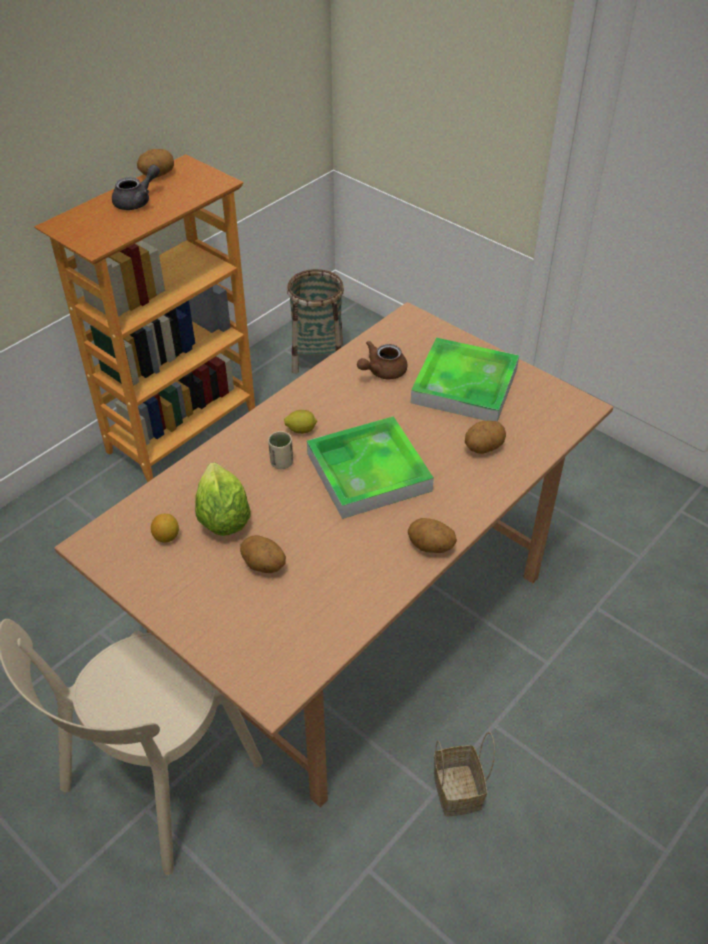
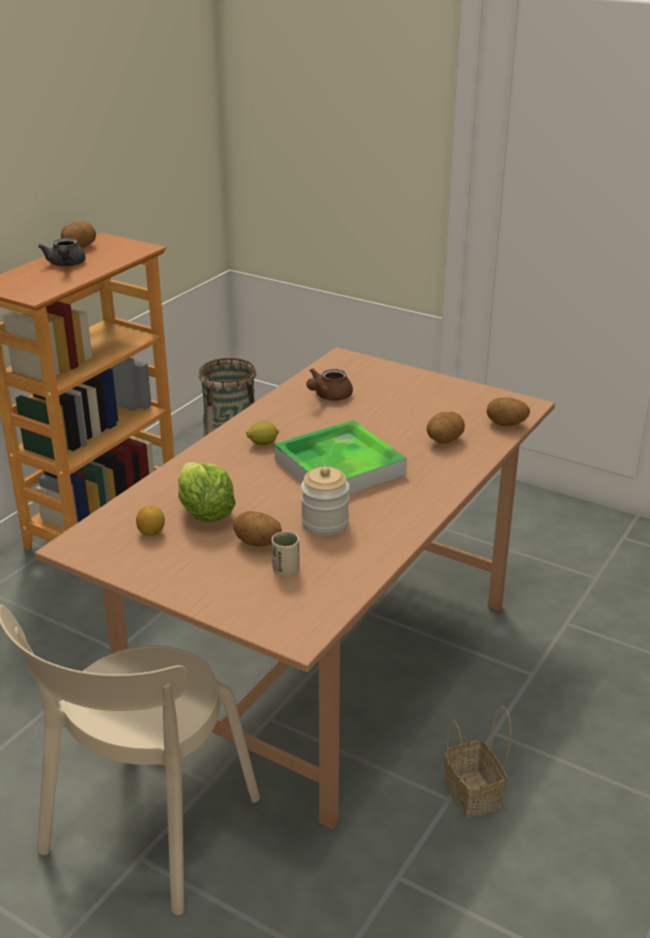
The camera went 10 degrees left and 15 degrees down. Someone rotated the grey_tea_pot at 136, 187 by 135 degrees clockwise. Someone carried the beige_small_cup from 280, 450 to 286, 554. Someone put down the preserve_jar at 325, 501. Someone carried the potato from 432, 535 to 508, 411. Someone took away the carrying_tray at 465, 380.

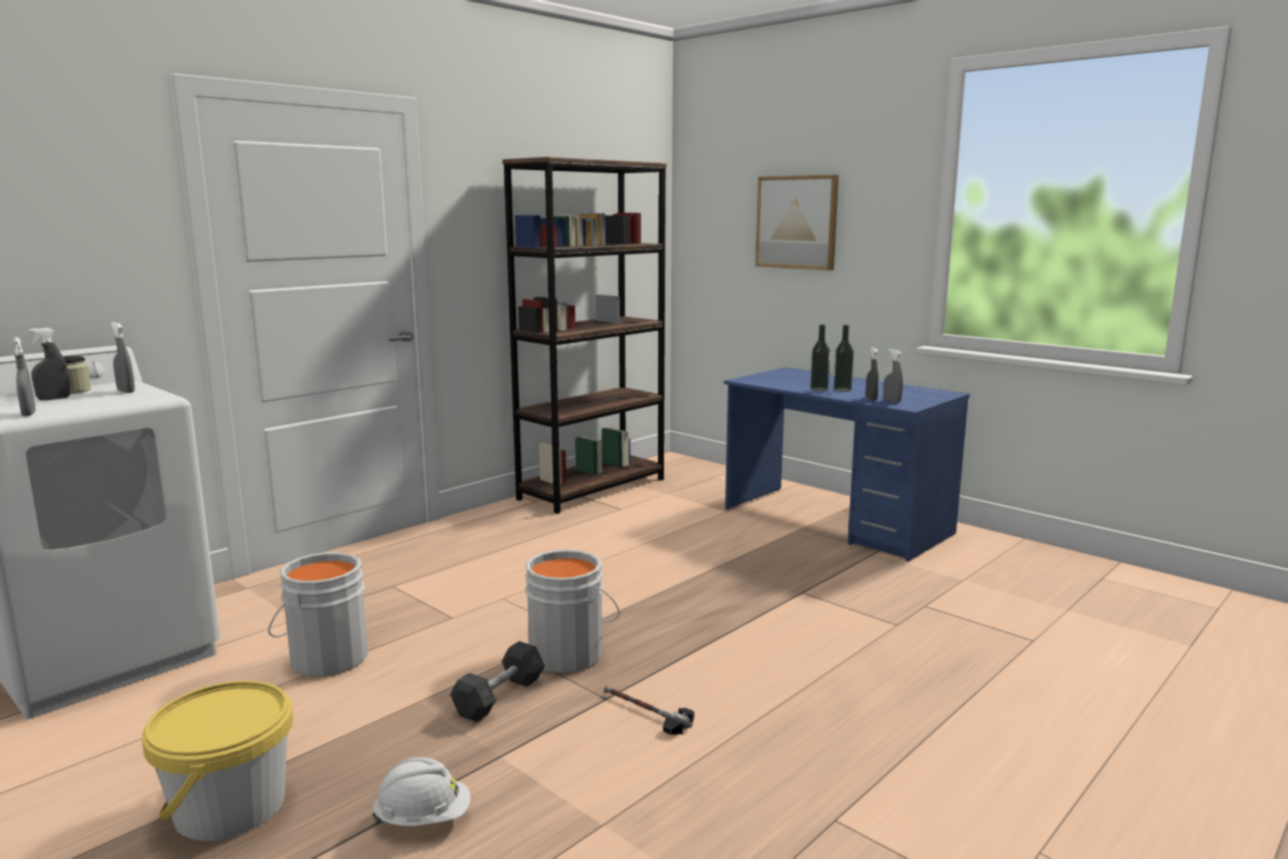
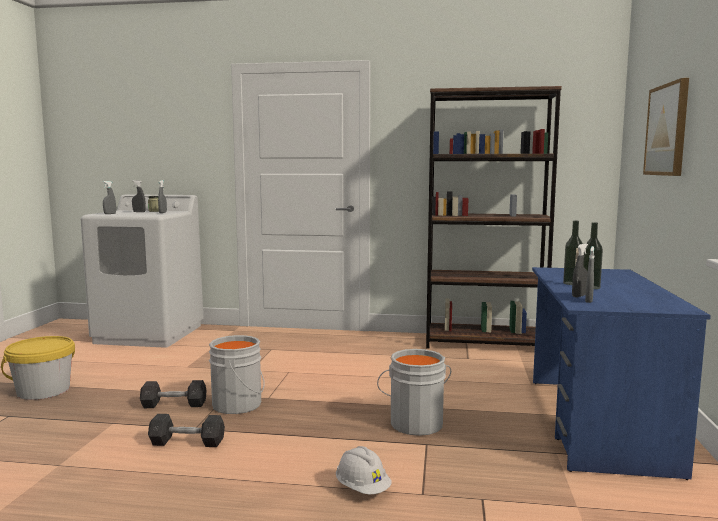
The camera went 55 degrees right and 5 degrees down. Someone swapped the hand_hammer at 649, 710 for the grey_dumbbell at 186, 430. Someone carried the whitish_hard_hat from 421, 791 to 364, 470. Someone carried the grey_water_bucket from 318, 614 to 414, 392.

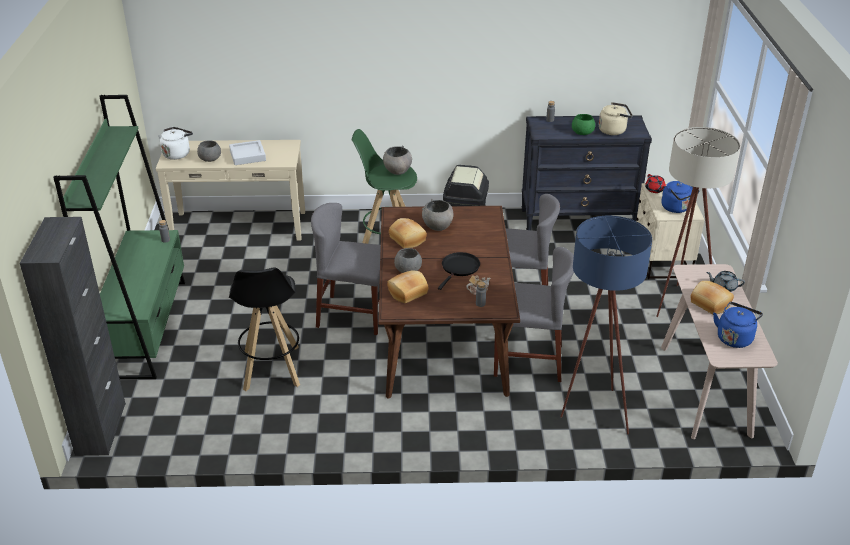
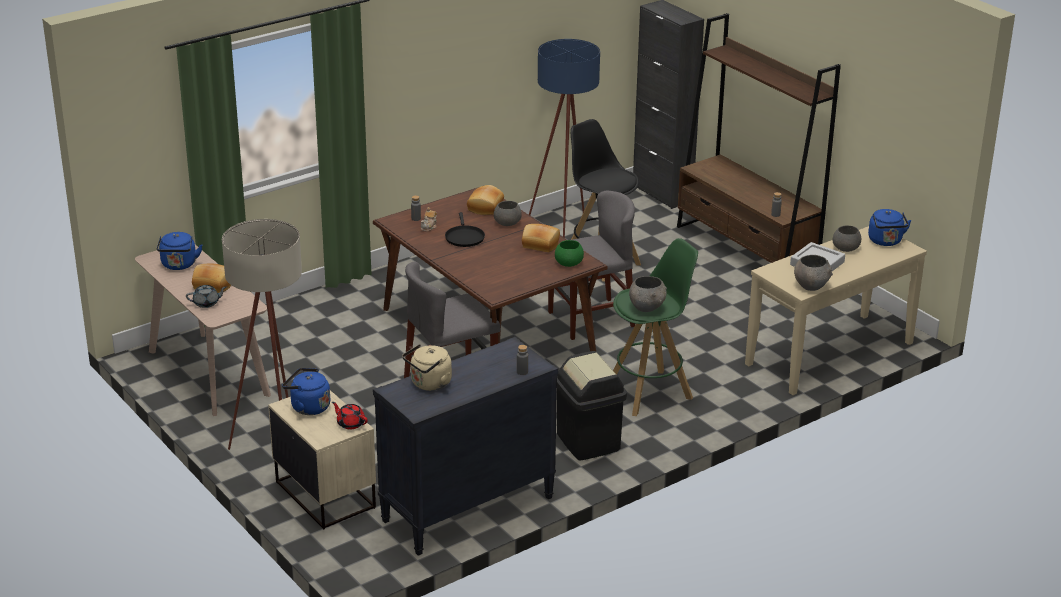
The camera went 145 degrees right and 5 degrees down. Someone carried the bluish_standing_lamp from 606, 325 to 564, 138. Someone carried the green-coloured_bowl from 583, 124 to 569, 253. Someone repainted the green-coloured_bookcase at 119, 237, which became the brown-coloured_bookcase at 759, 138. Someone carried the grey_bowl from 437, 215 to 813, 273. Someone repainted the whitish_kettle at 175, 143, which became the bluish_kettle at 889, 227. Someone took away the grey_chair at 534, 314.

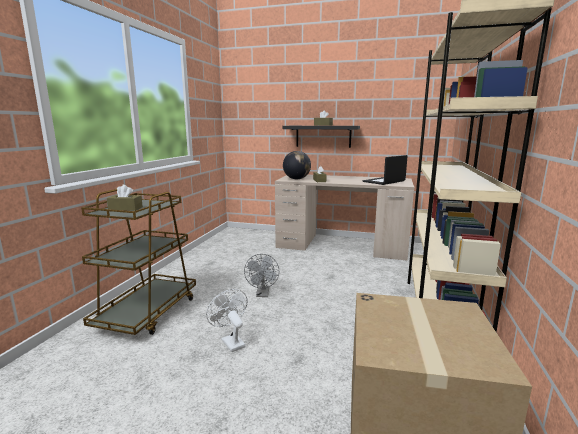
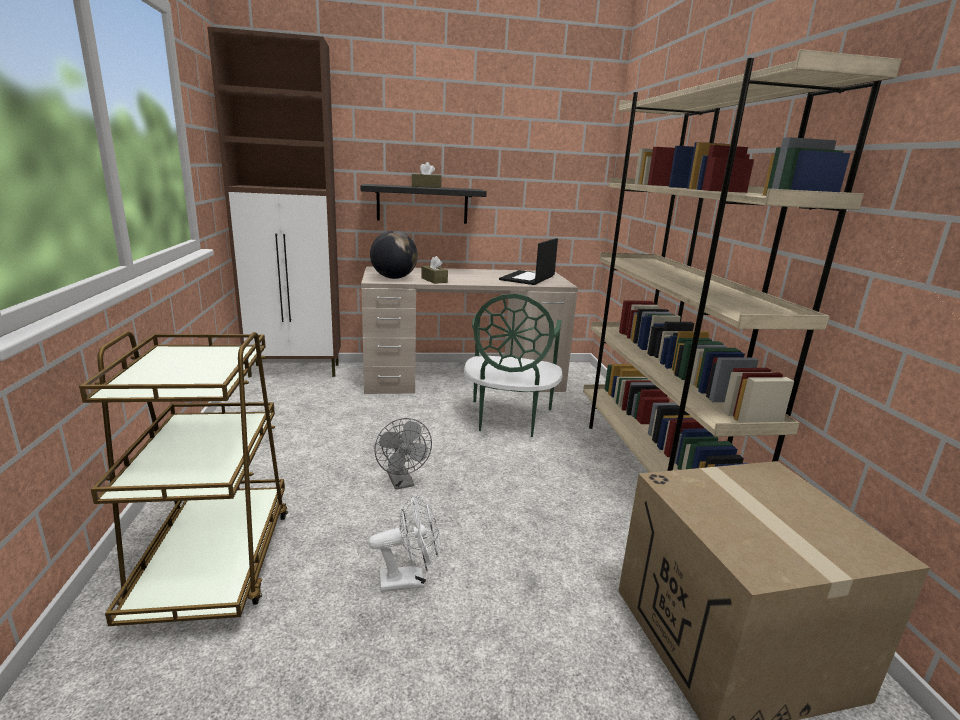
The camera went 25 degrees left and 5 degrees up. Someone put down the brown-coloured_storage_cabinet at 274, 202. Someone rotated the whitish_cooling_fan at 226, 320 by 135 degrees clockwise. Someone put down the green-coloured_chair at 513, 365. Someone took away the brown-coloured_tissue_holder at 125, 198.

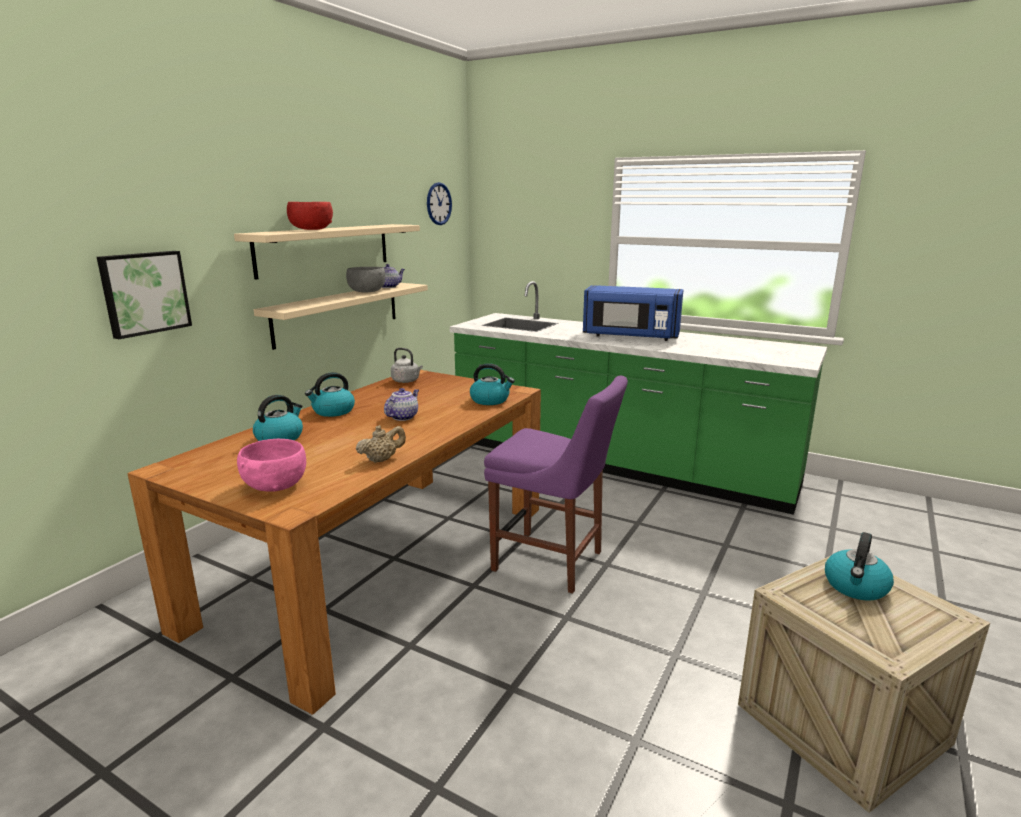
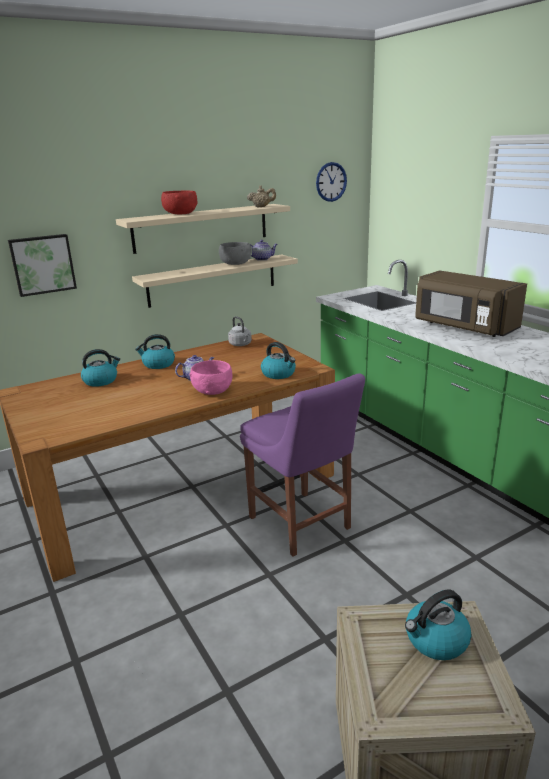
The camera went 30 degrees right and 5 degrees up. Someone carried the pinkish_bowl from 271, 465 to 211, 377. Someone carried the beige_tea_pot from 381, 444 to 261, 196. Someone repainted the bluish_microwave_oven at 633, 313, which became the brown-coloured_microwave_oven at 471, 303.

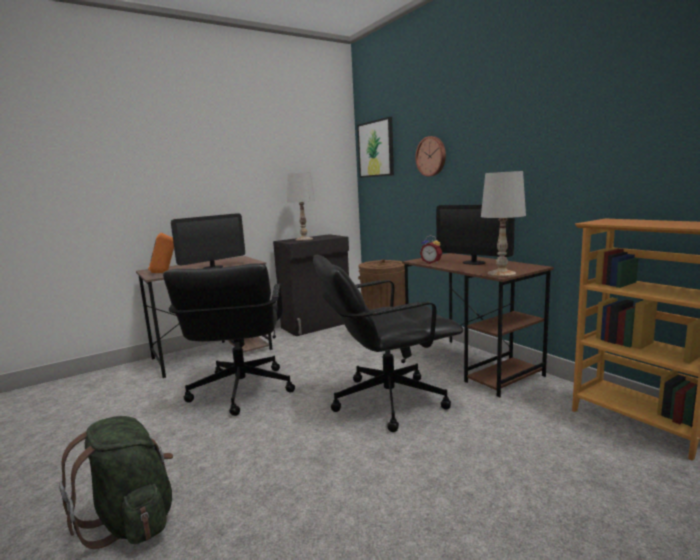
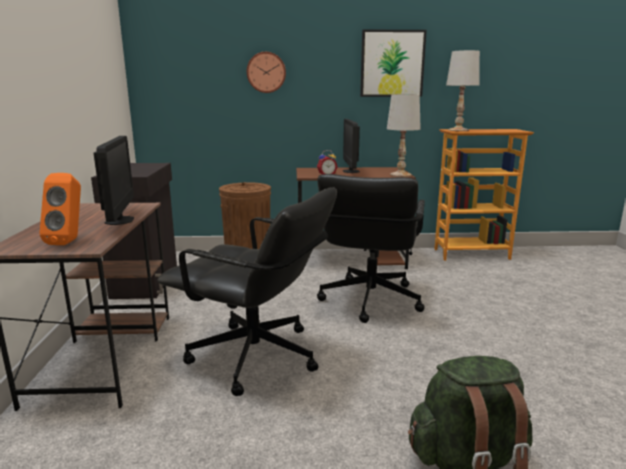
The camera went 60 degrees left and 5 degrees up. Someone rotated the computer_screen at 475, 235 by 105 degrees clockwise. Someone carried the wall_art from 375, 147 to 393, 63. Someone carried the whitish_lamp_for_a_table from 301, 207 to 463, 90.

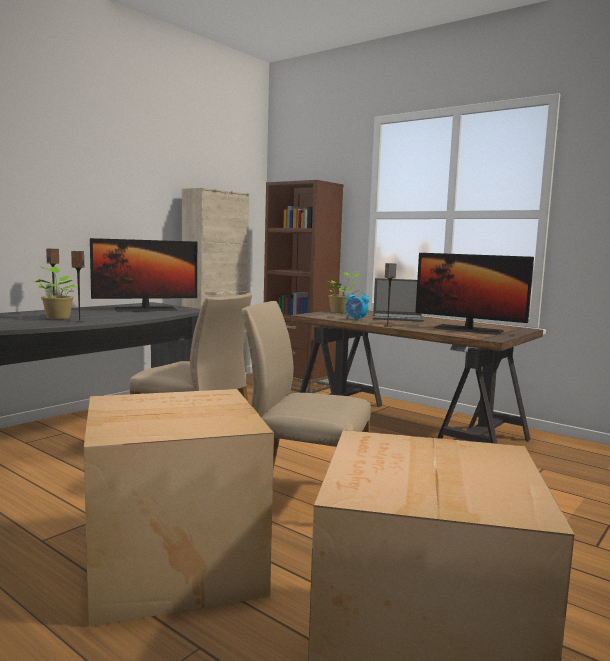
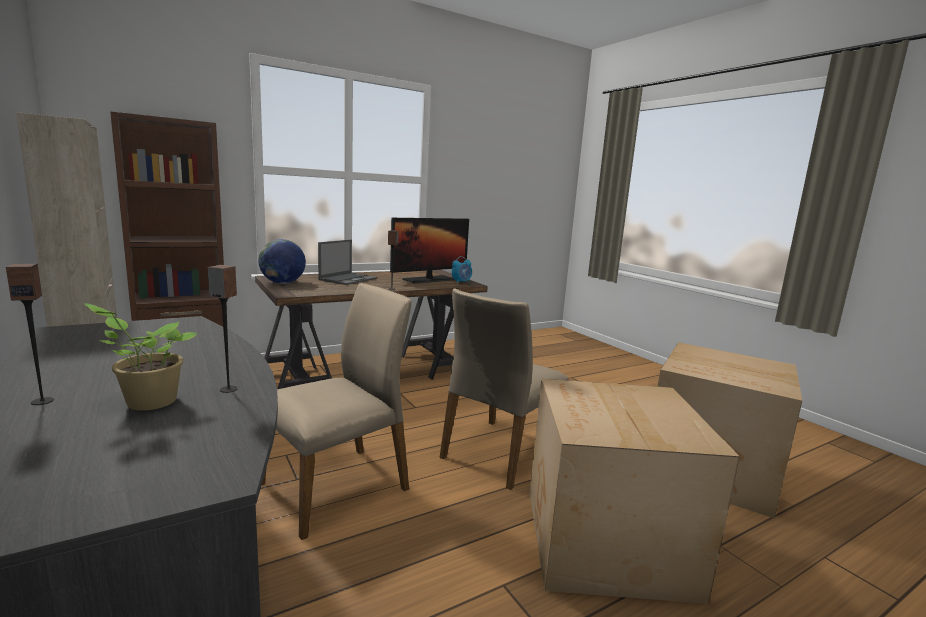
The camera went 70 degrees left and 5 degrees up. Someone swapped the potted_plant at 343, 292 for the world_globe at 282, 261. Someone carried the alarm_clock from 357, 305 to 462, 270. Someone took away the computer_screen at 143, 275.

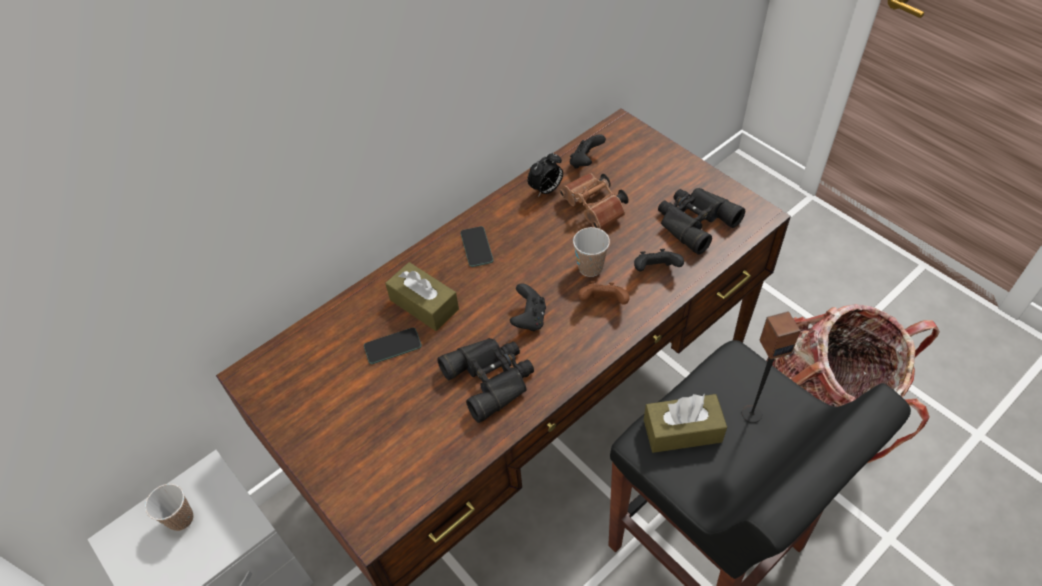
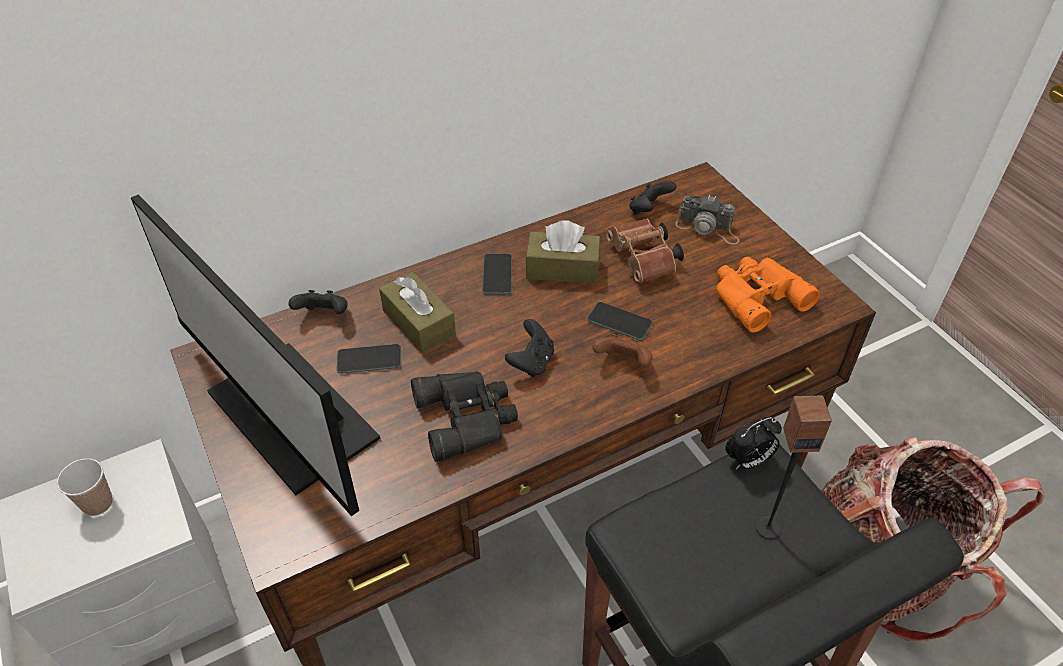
The camera went 10 degrees right and 5 degrees down. Someone put down the computer_screen at 255, 355. Someone carried the black_gamepad from 659, 260 to 318, 302. Someone carried the brown-coloured_tissue_holder from 685, 423 to 562, 252. Someone swapped the small_cup at 591, 252 for the telephone at 620, 321. Someone put down the photo_camera at 707, 220. Someone repainted the black_field_glasses at 701, 221, which became the orange_field_glasses at 767, 295. Someone carried the alarm_clock from 545, 174 to 753, 443.

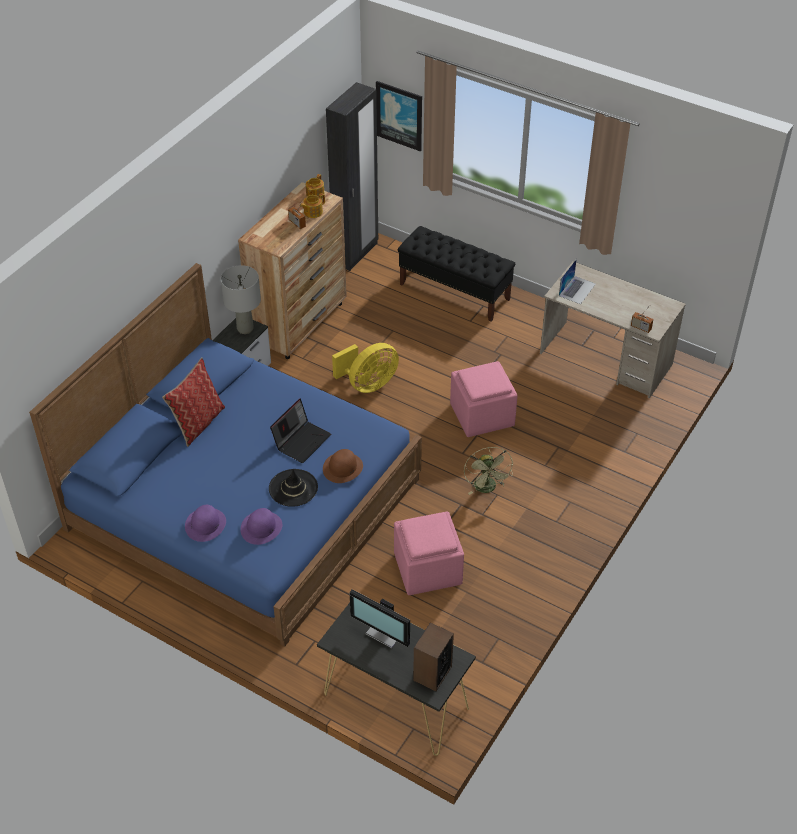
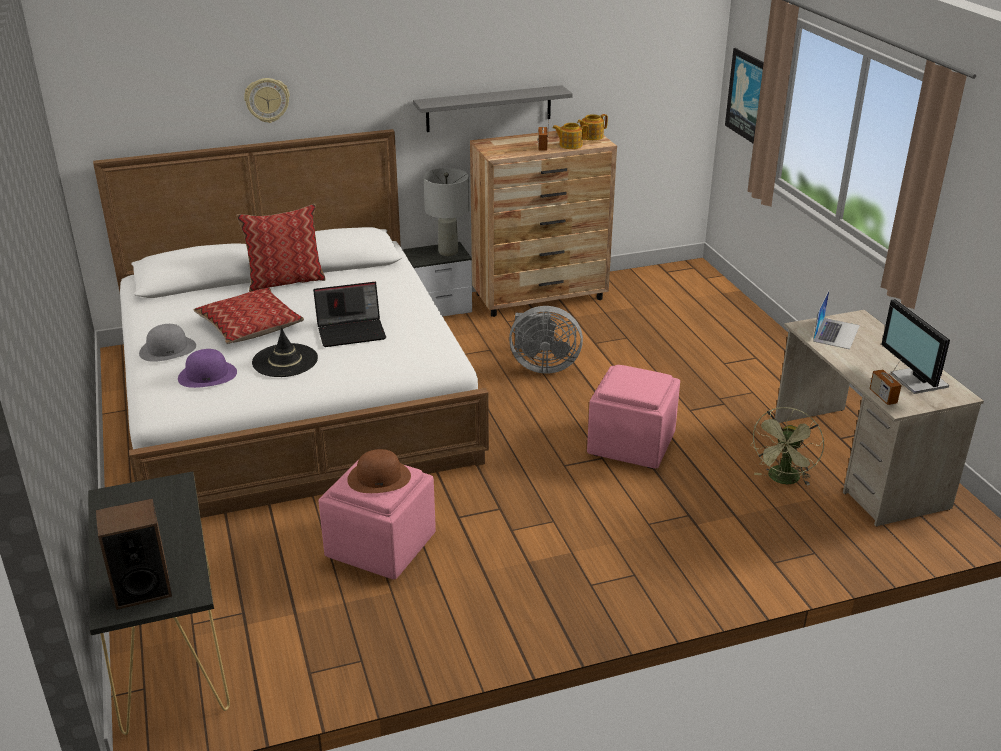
The camera went 40 degrees right and 15 degrees down. Someone repainted the bluish_bedroom_bed at 225, 455, which became the whitish_bedroom_bed at 291, 323. Someone repainted the purplish_hat at 205, 523, which became the grey_hat at 167, 343. Someone put down the pillow at 249, 315. Someone put up the wall_clock at 267, 100. Someone carried the brown-coloured_hat from 343, 466 to 379, 471. Someone put up the grey_bracket_shelf at 493, 108. Someone repainted the yellow-coloured_cooling_fan at 365, 368, which became the grey_cooling_fan at 546, 340. Someone carried the green-coloured_cooling_fan from 489, 471 to 787, 446. Someone rotated the laptop at 577, 281 by 45 degrees counterclockwise. Someone carried the computer_screen from 380, 618 to 915, 346. Someone took away the black_wardrobe at 352, 176. Someone took away the black_indoor_bench at 456, 274.

